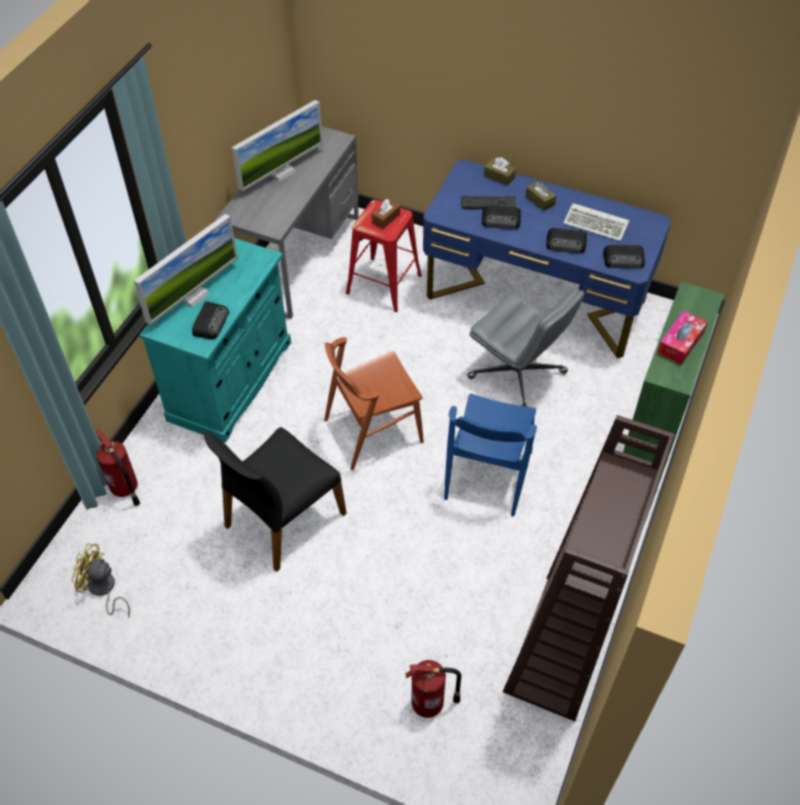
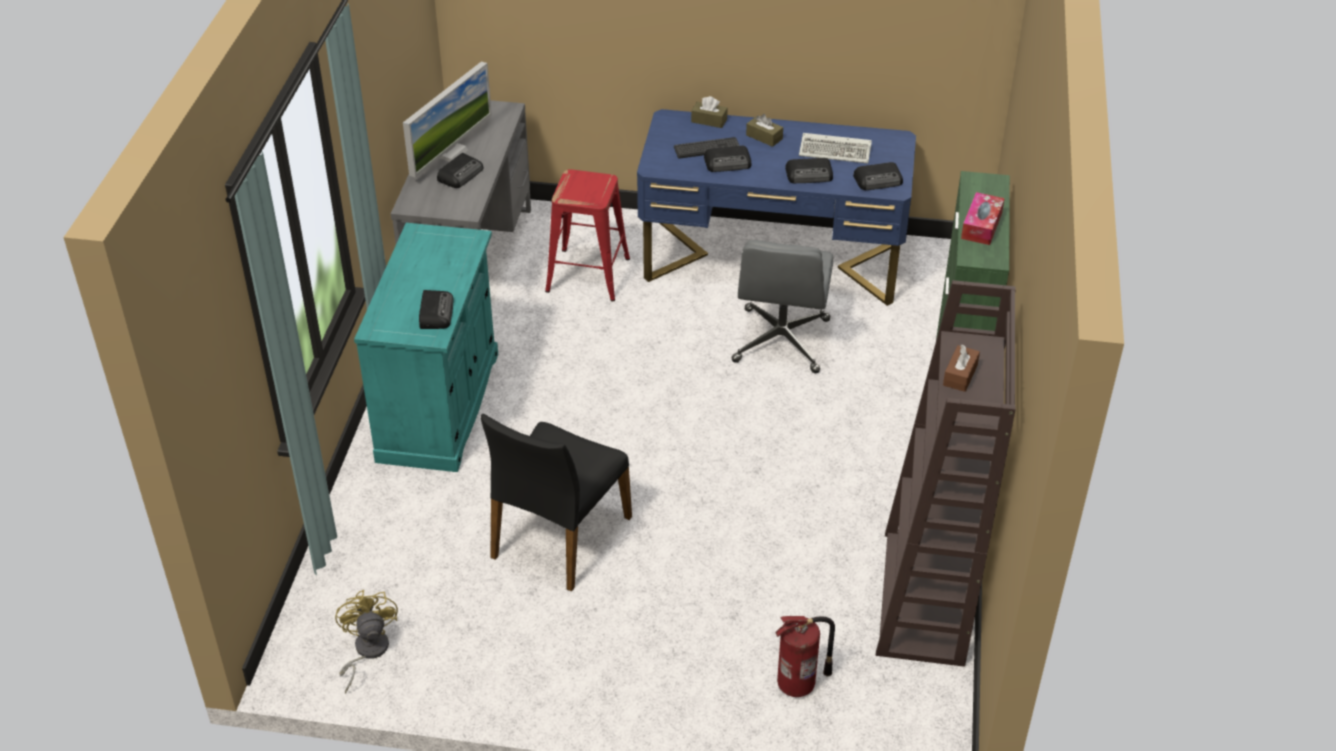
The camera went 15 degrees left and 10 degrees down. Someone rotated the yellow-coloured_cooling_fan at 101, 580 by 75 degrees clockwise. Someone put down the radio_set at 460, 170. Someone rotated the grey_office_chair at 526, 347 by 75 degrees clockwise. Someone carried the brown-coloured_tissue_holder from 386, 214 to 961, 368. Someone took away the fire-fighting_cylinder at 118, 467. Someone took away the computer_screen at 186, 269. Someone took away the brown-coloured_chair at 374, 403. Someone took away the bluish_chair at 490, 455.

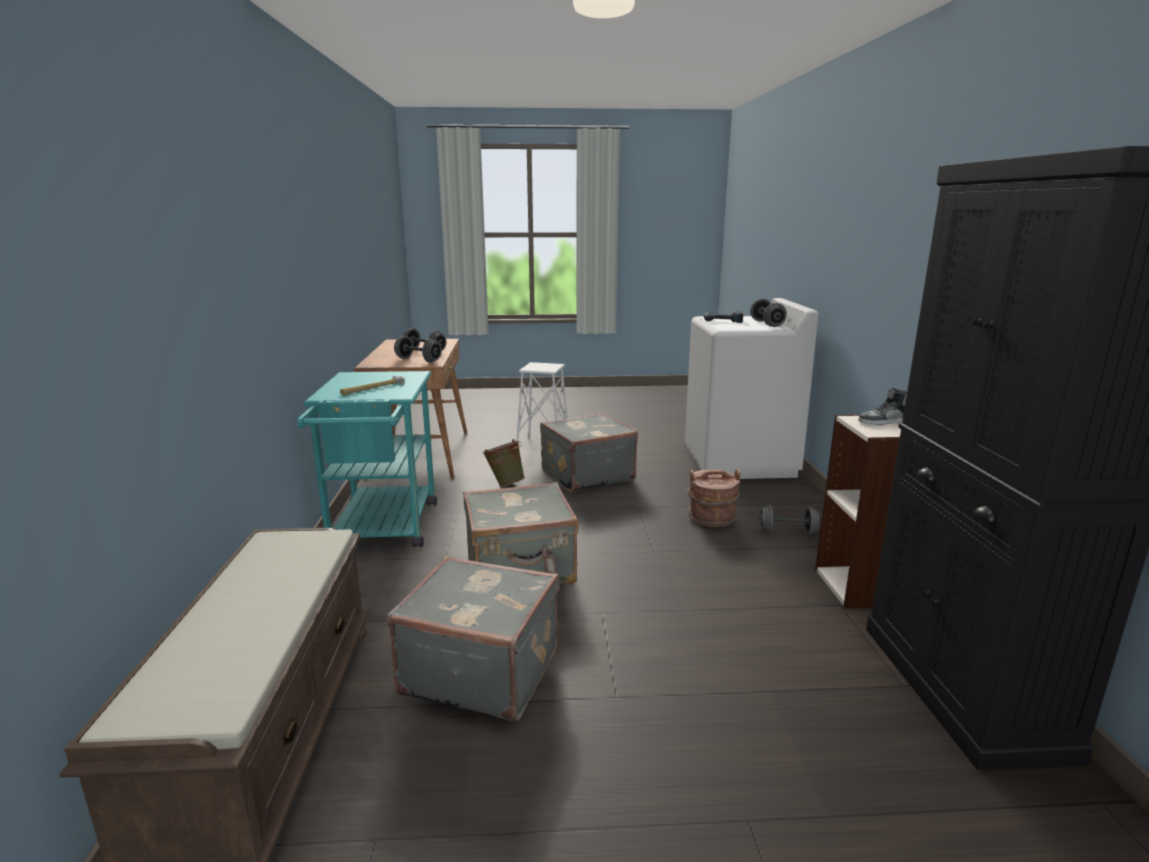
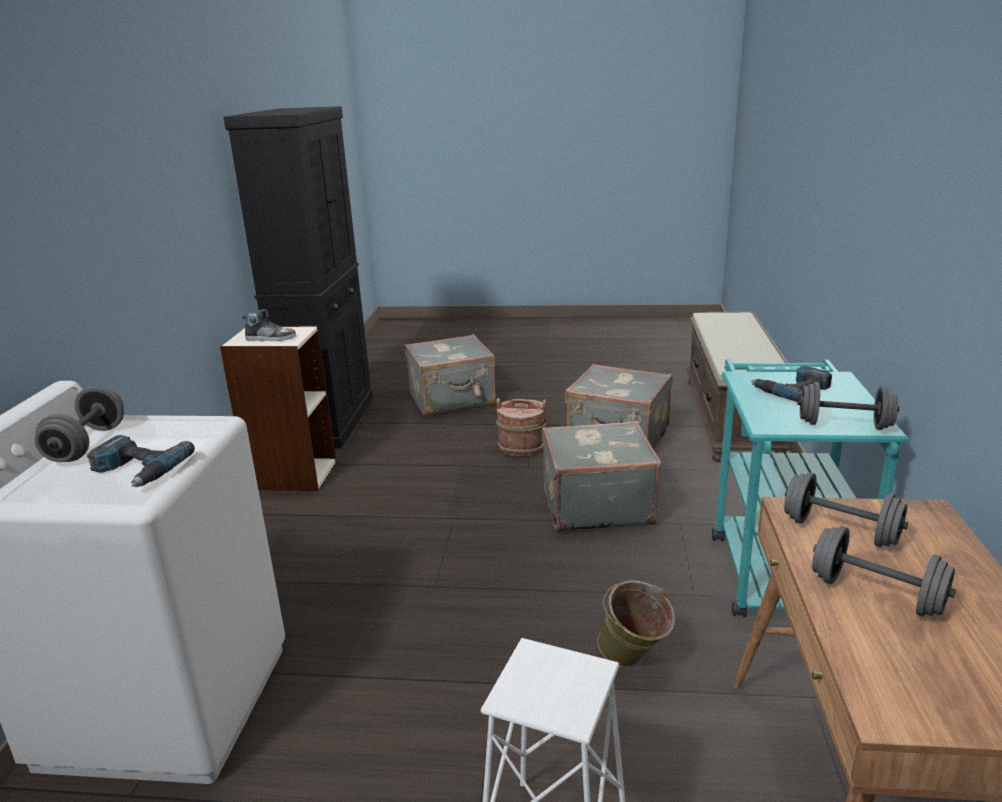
The camera went 170 degrees left and 5 degrees up. Someone carried the grey_piece_of_luggage from 589, 453 to 450, 374. Someone carried the brown-coloured_water_bucket from 713, 498 to 522, 427. Someone swapped the hand_hammer at 372, 386 for the drill at 791, 384. Someone carried the grey_dumbbell from 789, 520 to 848, 406.

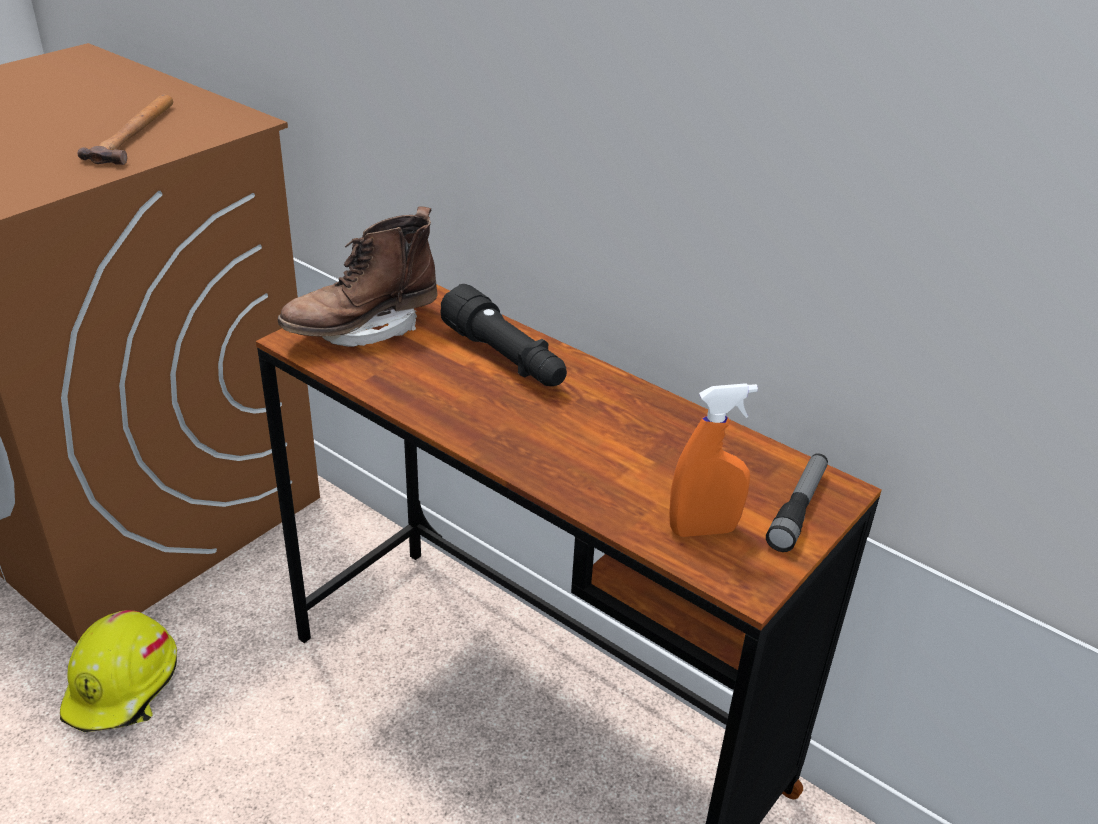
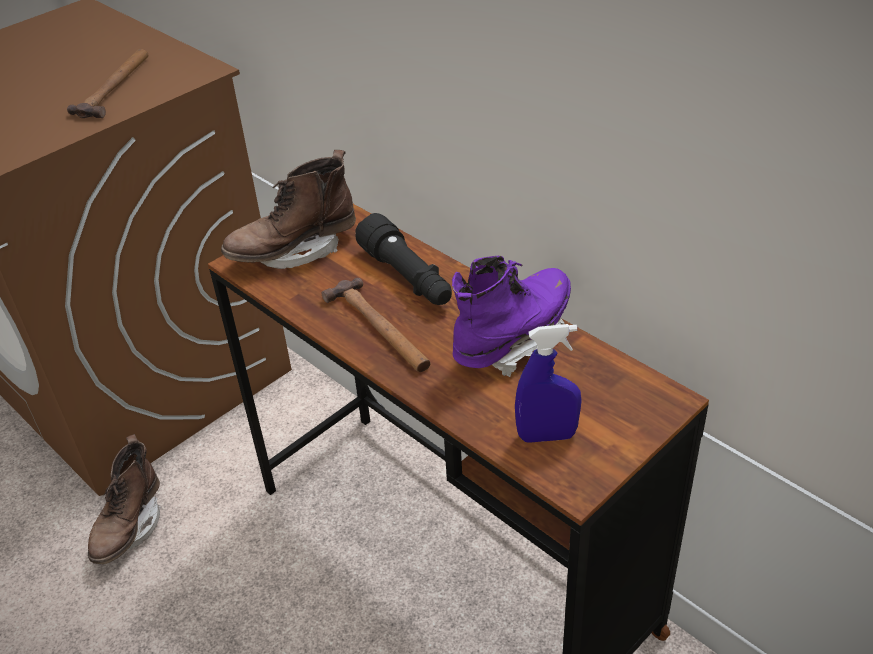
The camera went 10 degrees right and 5 degrees up. Someone swapped the yellow-coloured_hard_hat at 118, 671 for the brown-coloured_high-top_boot at 124, 499. Someone put down the hand_hammer at 376, 325. Someone put down the purplish_high-top_boot at 511, 316. Someone repainted the orange_spray_bottle at 713, 460, which became the bluish_spray_bottle at 548, 383. Someone took away the hand_torch at 797, 502.

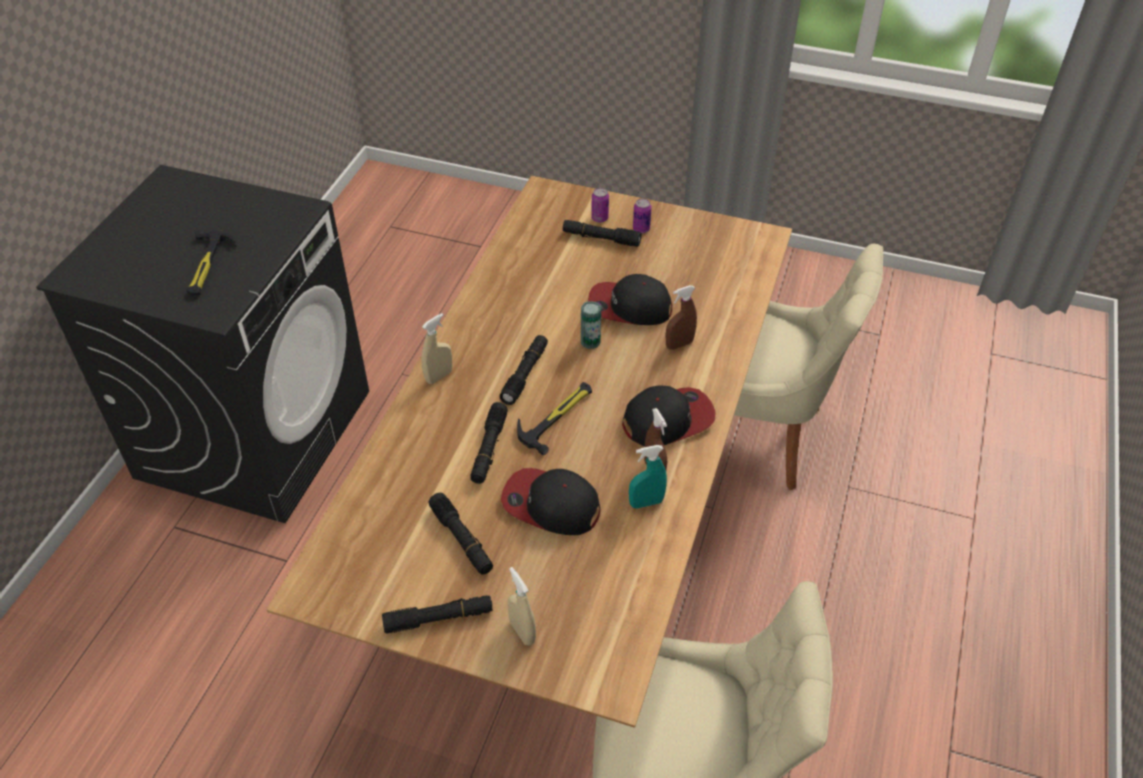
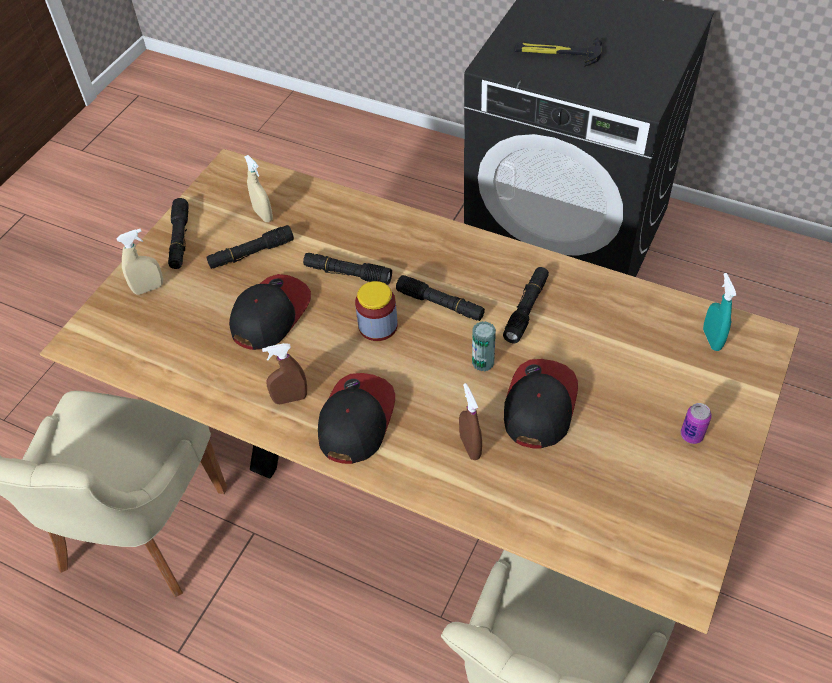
The camera went 100 degrees right and 5 degrees up. Someone carried the beige_spray_bottle from 436, 348 to 258, 188. Someone rotated the peaked_cap at 669, 416 by 150 degrees counterclockwise. Someone swapped the hand_hammer at 554, 418 for the preserve_jar at 376, 311. Someone carried the black_hand_torch from 602, 233 to 526, 305. Someone carried the blue-green_spray_bottle from 648, 477 to 720, 312. Someone took away the sealed_can at 600, 205.

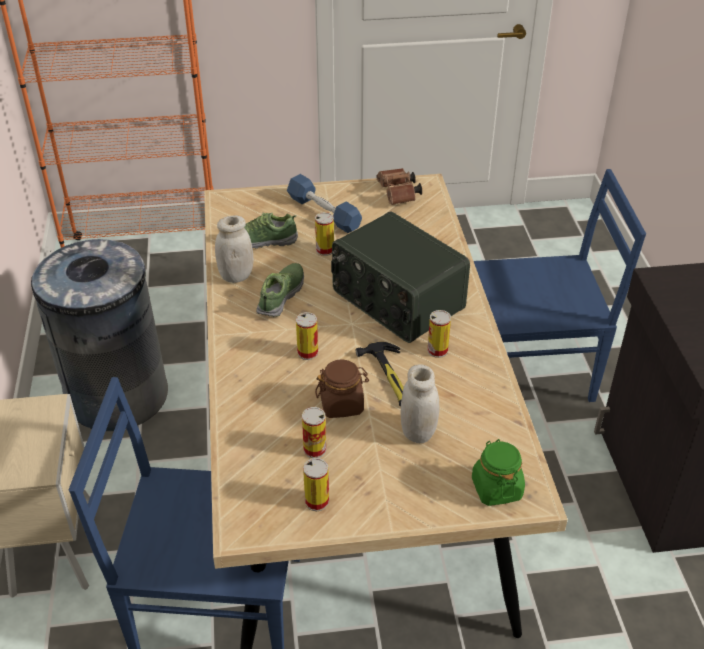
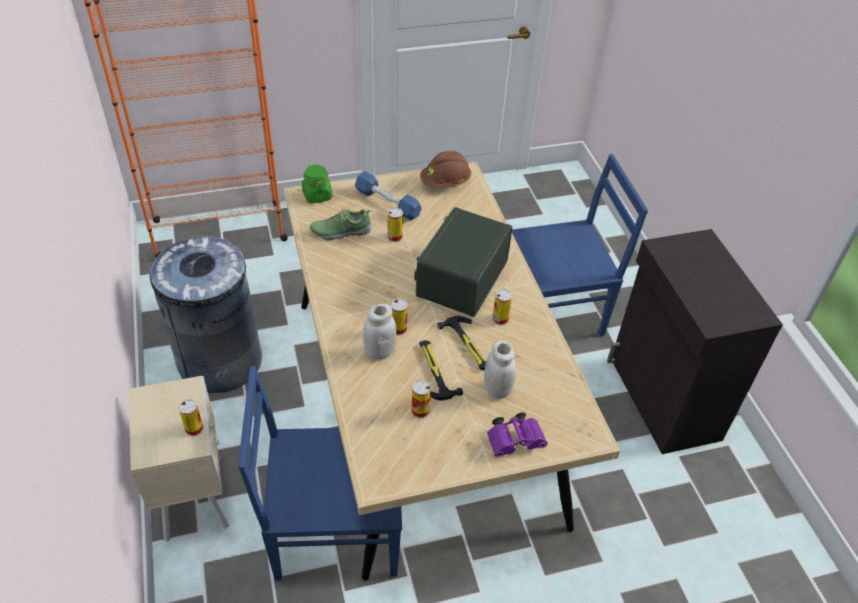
The camera went 10 degrees left and 5 degrees up. Someone carried the sealed_can from 316, 484 to 191, 417. Someone carried the green-coloured_preserve_jar from 498, 472 to 317, 184. Someone carried the whitish_preserve_jar from 234, 249 to 380, 332. Someone rotated the radio_set at 400, 277 by 75 degrees clockwise. Someone swapped the brown-coloured_preserve_jar at 342, 388 for the hand_hammer at 441, 370. Someone swapped the brown-coloured_field_glasses at 399, 186 for the brown-coloured_hard_hat at 445, 169. Someone put down the purplish_field_glasses at 517, 435. Someone took away the low_shoe at 280, 290.

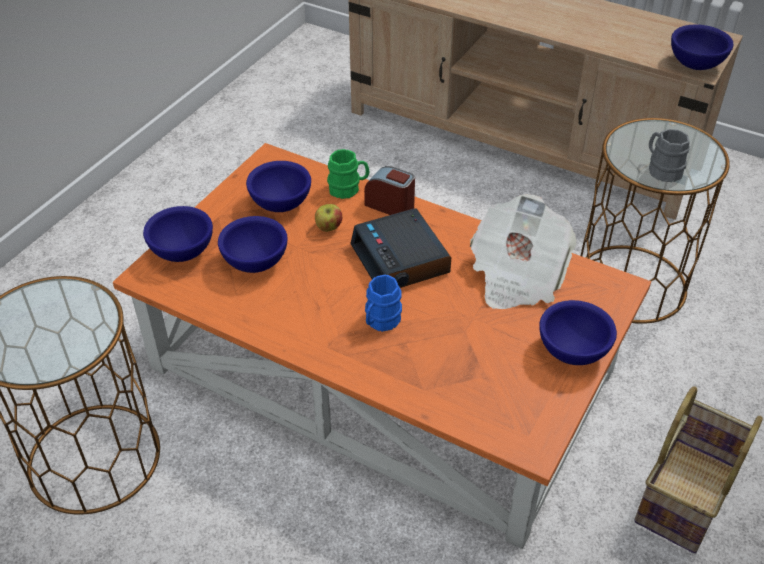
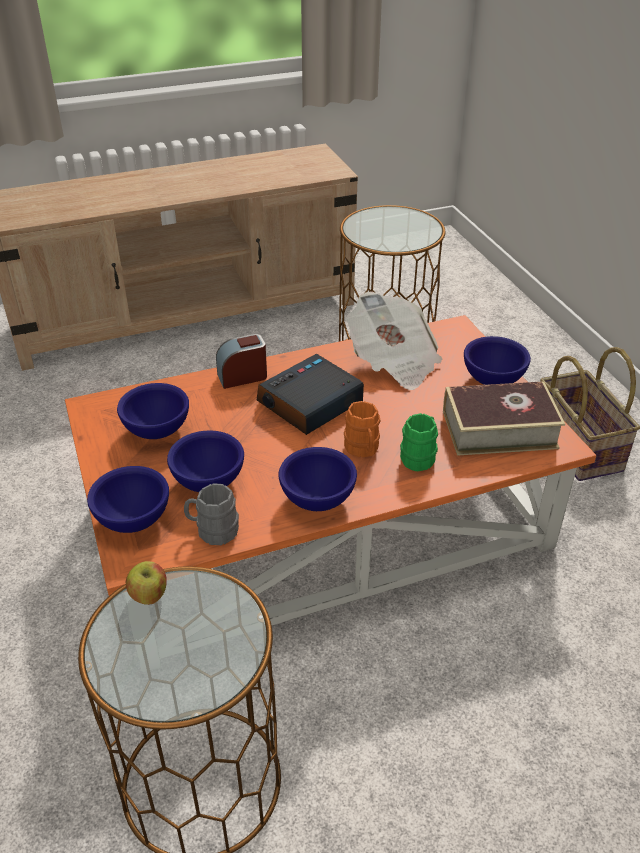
The camera went 50 degrees left and 5 degrees down. Someone carried the apple from 328, 218 to 146, 583. Someone carried the grey_mug from 669, 155 to 211, 514. Someone rotated the alarm_clock at 400, 248 by 120 degrees clockwise. Someone carried the bluish_bowl from 702, 47 to 318, 479. Someone repainted the bluish_mug at 383, 303, which became the orange_mug at 362, 429. Someone carried the green-coloured_mug from 348, 174 to 419, 442. Someone put down the bound_book at 504, 418.

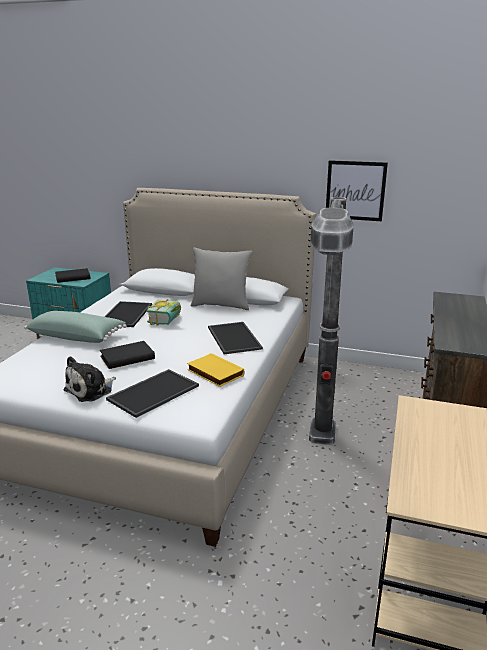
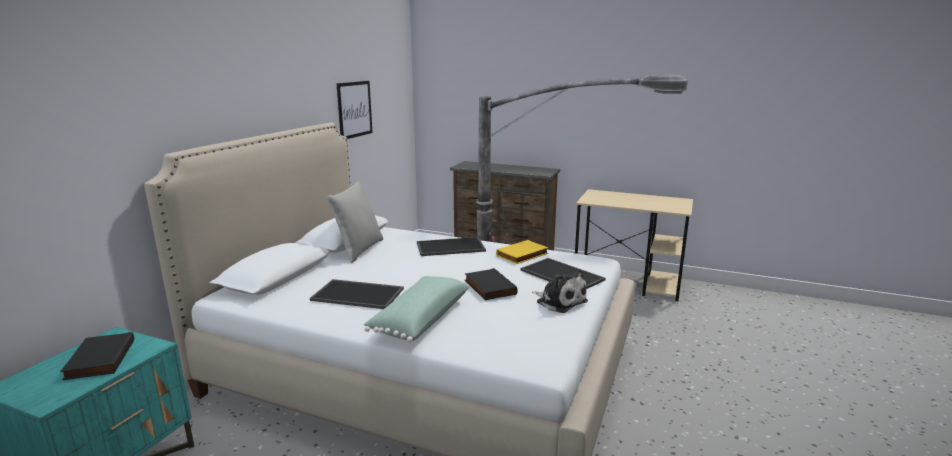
The camera went 85 degrees left and 5 degrees down. Someone took away the bound_book at 164, 312.

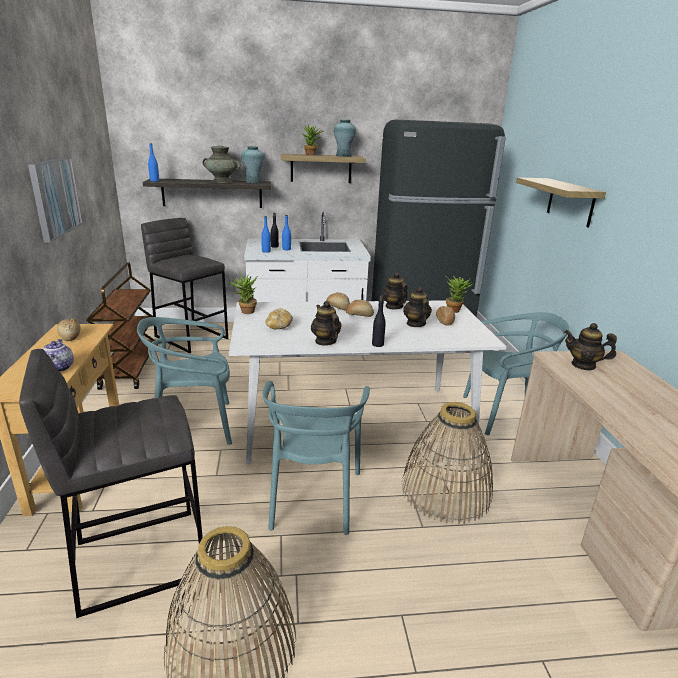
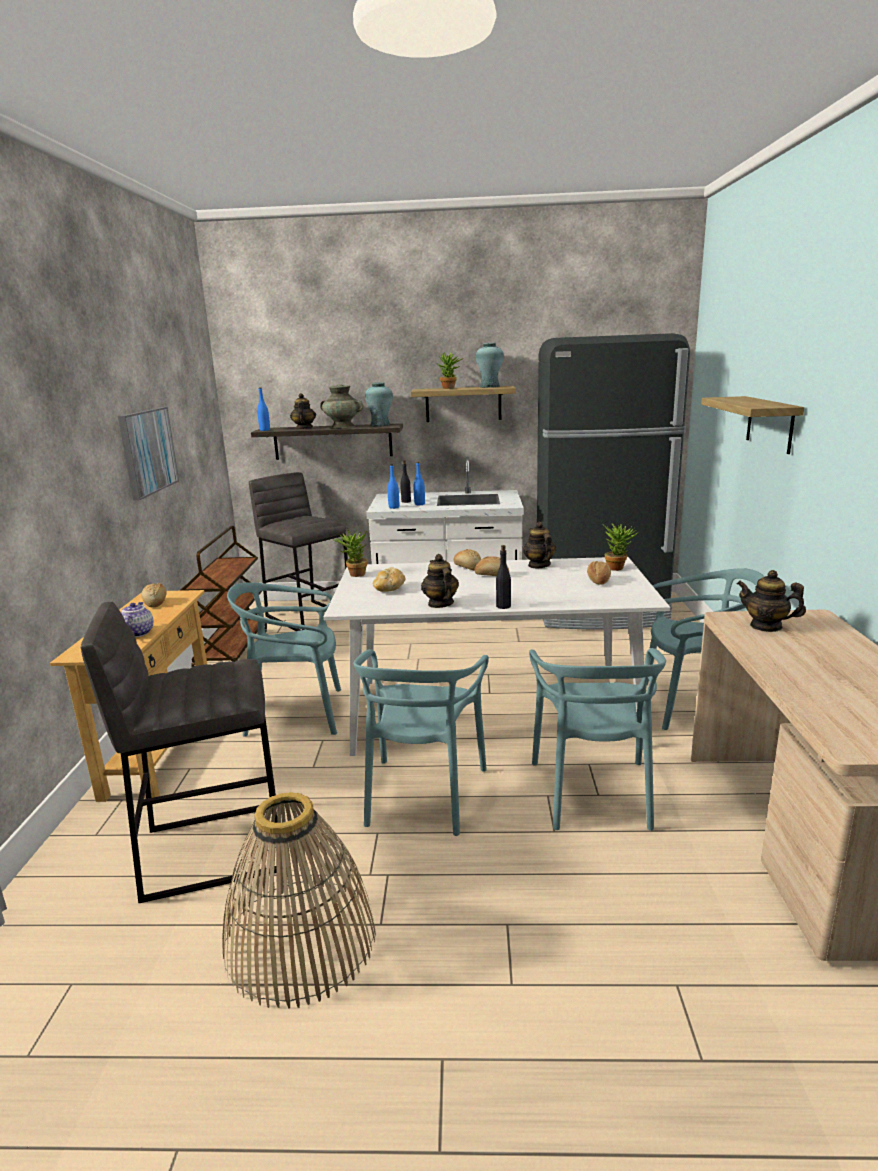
The camera went 10 degrees right and 5 degrees down. Someone carried the tea_pot from 417, 307 to 303, 411. Someone swapped the basket at 447, 463 for the blue-green_chair at 597, 739.

